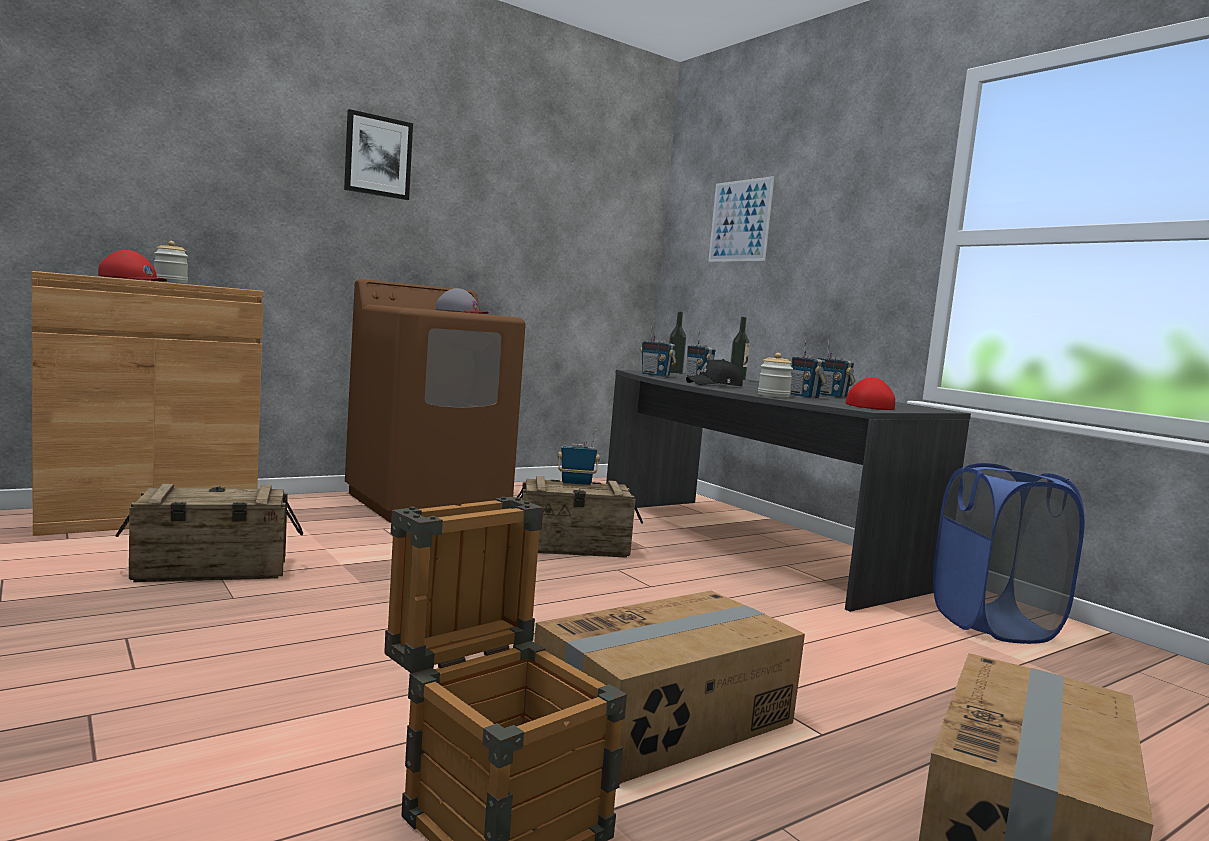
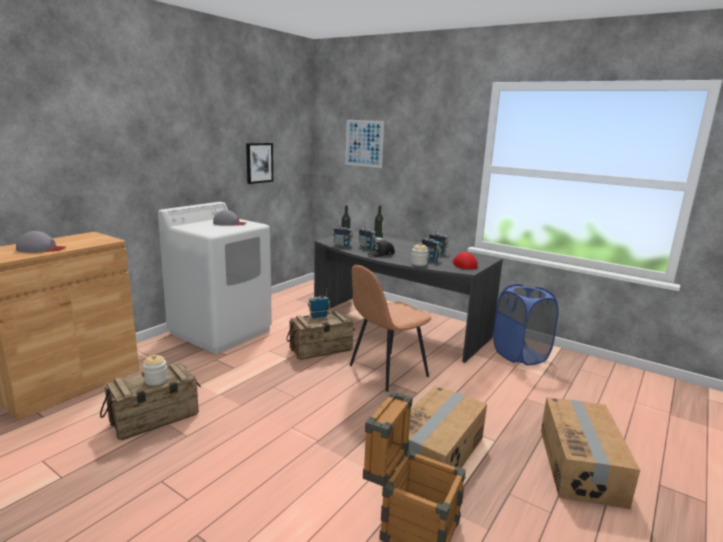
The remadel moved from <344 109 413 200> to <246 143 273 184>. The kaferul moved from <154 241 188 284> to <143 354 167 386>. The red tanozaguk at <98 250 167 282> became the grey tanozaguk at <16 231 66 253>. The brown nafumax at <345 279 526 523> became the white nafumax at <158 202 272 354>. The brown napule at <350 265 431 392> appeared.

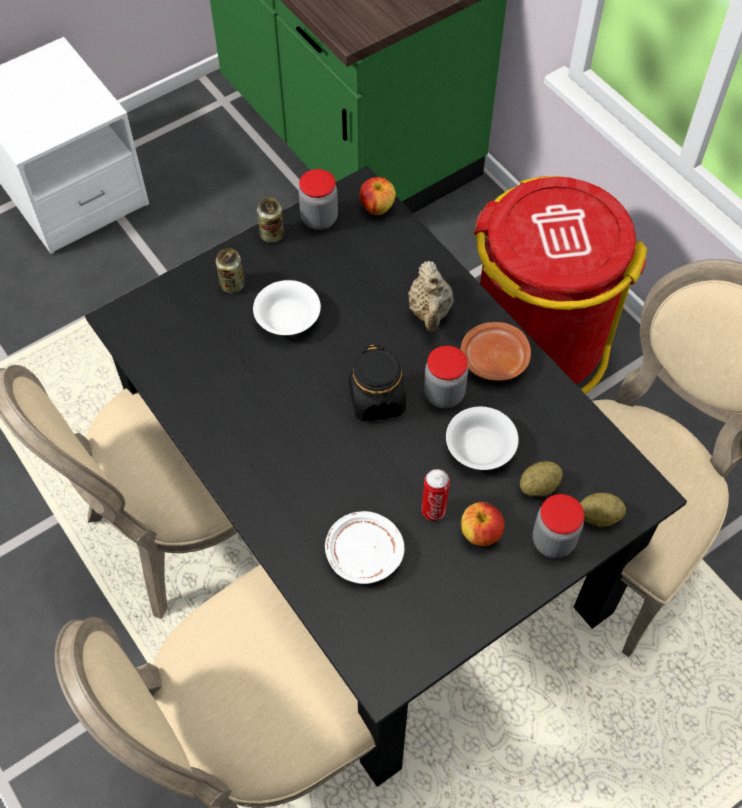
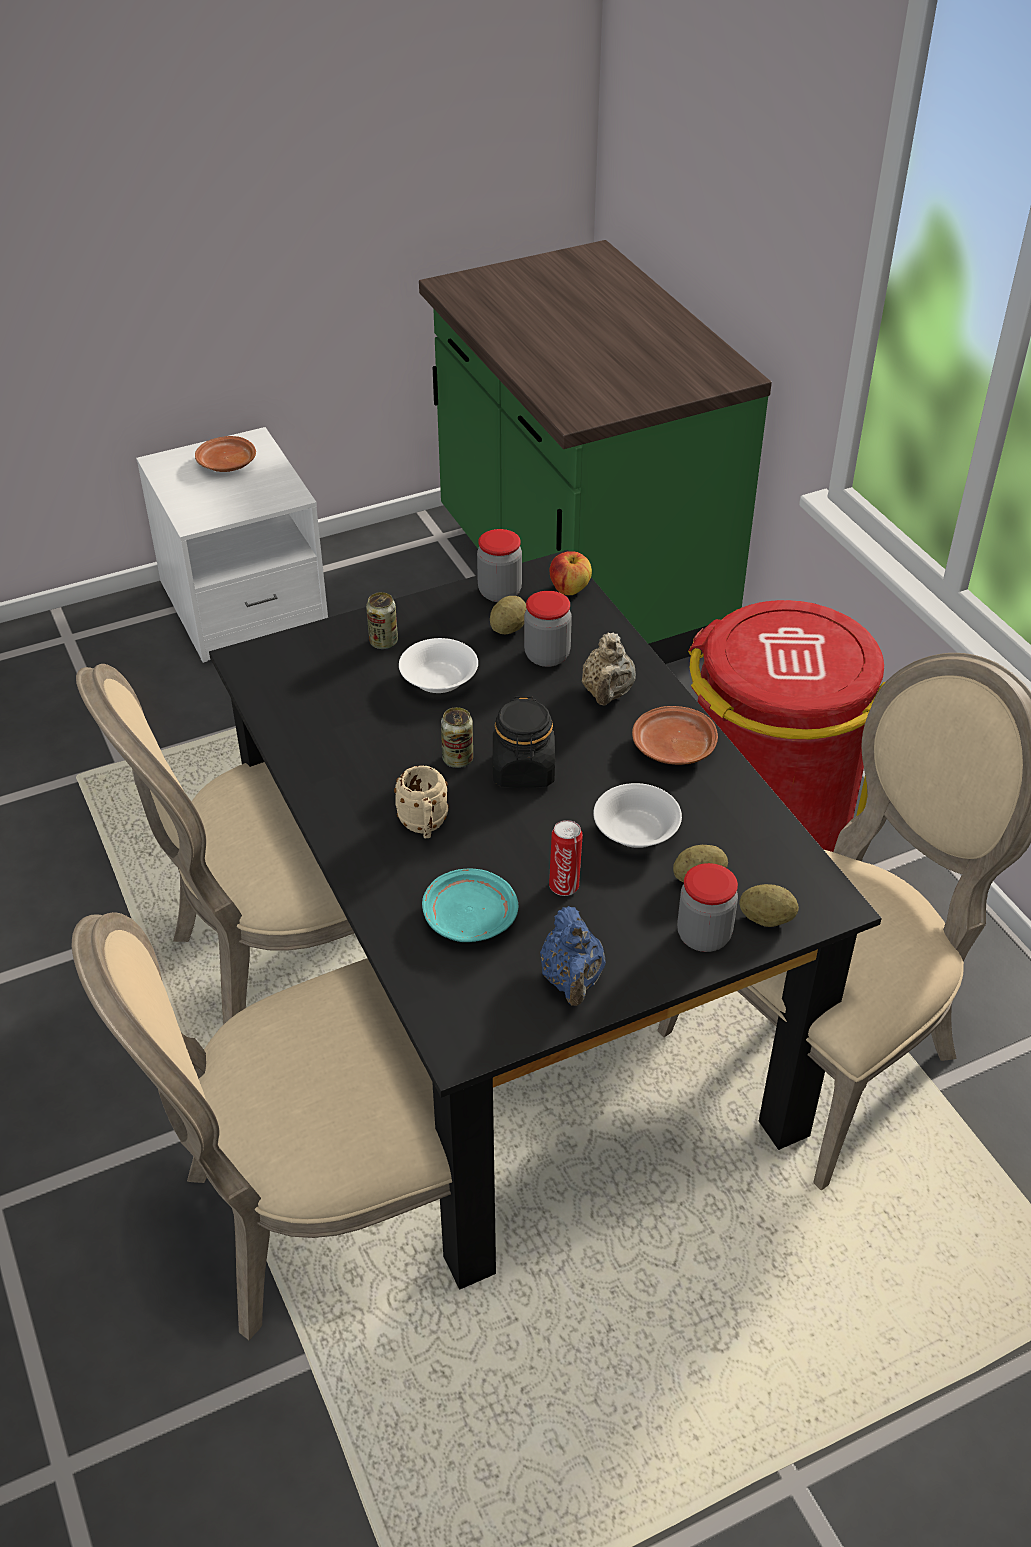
The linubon moved from <257 198 284 243> to <441 707 473 768>. The kaferul moved from <424 346 468 408> to <524 591 572 667>. The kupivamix at <461 502 504 546> disappeared. The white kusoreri at <325 511 404 584> became the turquoise kusoreri at <422 868 518 942>. The brown kusoreri at <195 436 256 472> appeared. The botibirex at <490 596 527 634> appeared. The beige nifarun at <394 765 449 838> appeared. The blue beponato at <540 906 606 1006> appeared.

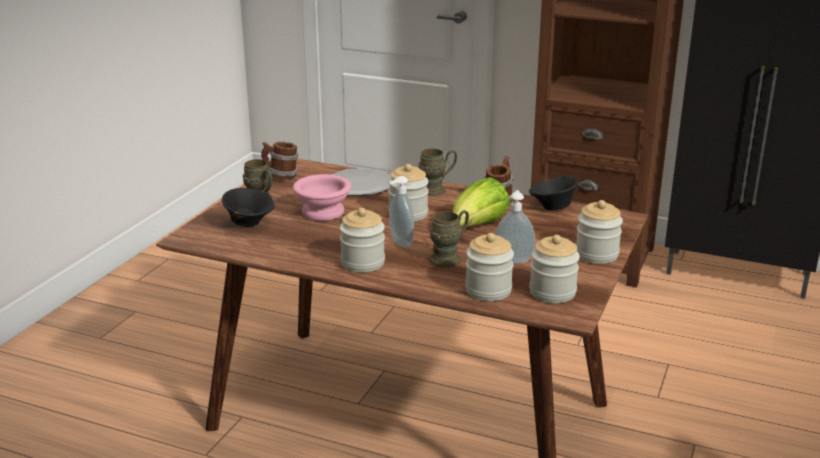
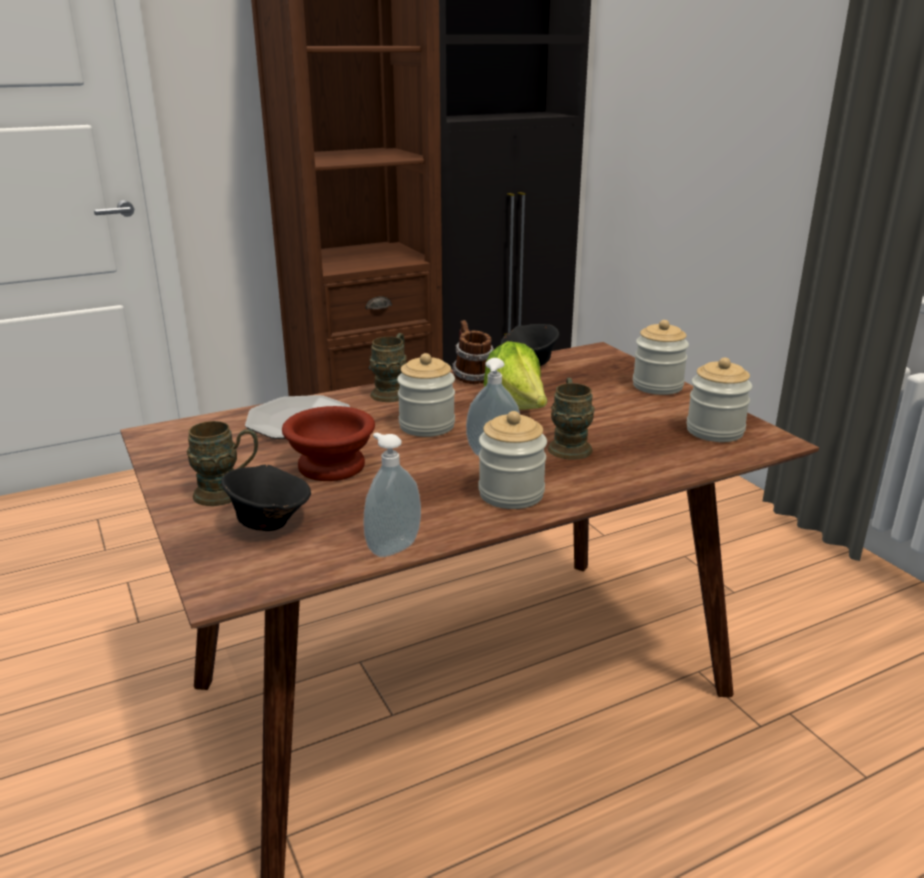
The nifarun at <261 142 298 179> disappeared. The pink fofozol at <293 174 351 221> became the brown fofozol at <282 406 375 481>. The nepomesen moved from <495 190 535 264> to <363 432 421 557>. The kaferul at <465 233 514 301> disappeared.

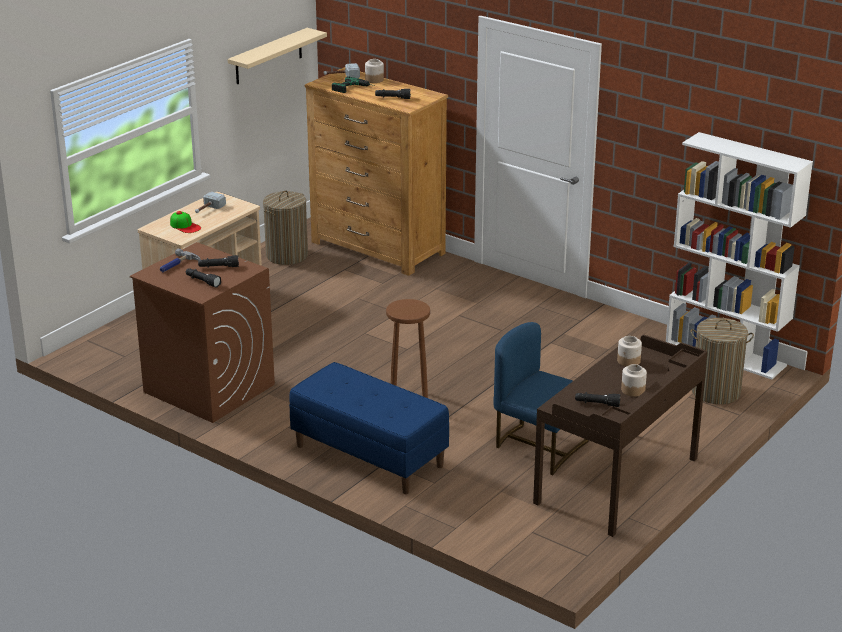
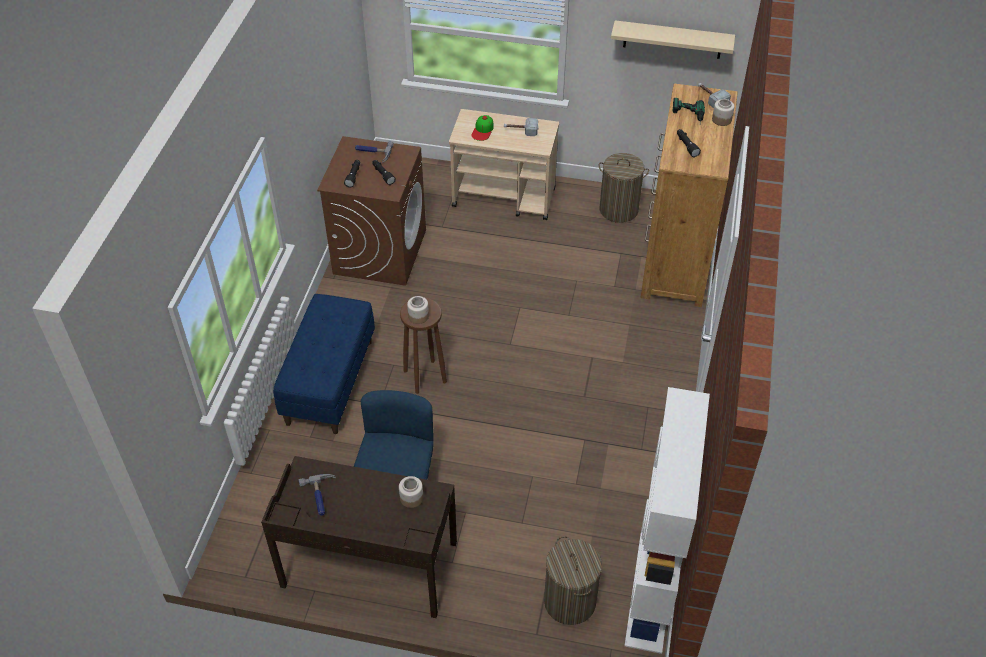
The kaferul moved from <621 364 647 397> to <407 296 429 324>. The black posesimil at <575 392 621 407> was replaced by the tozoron at <299 474 335 516>.

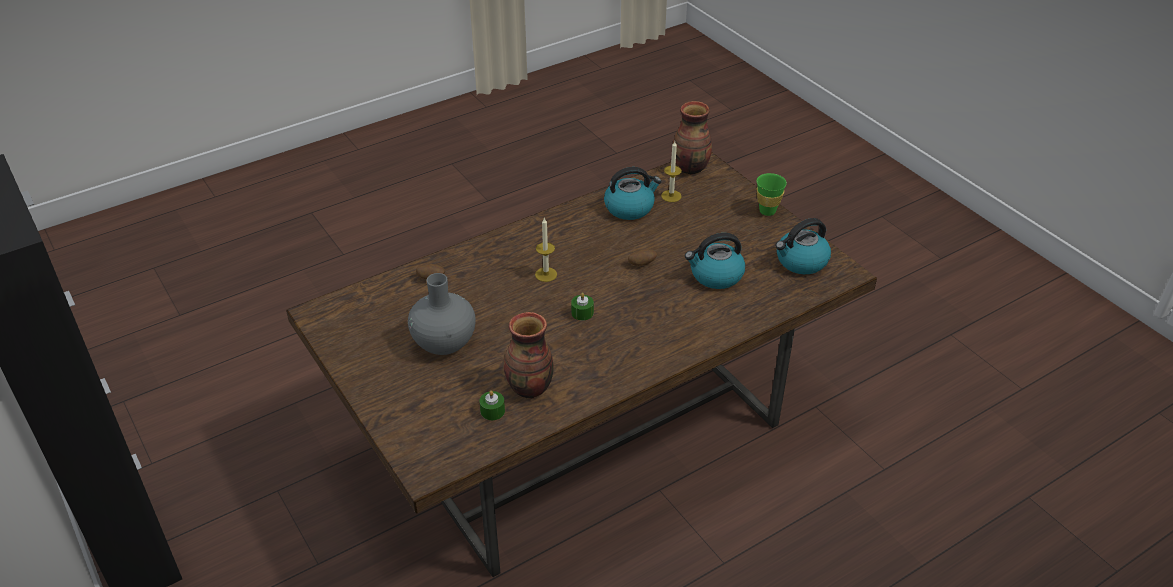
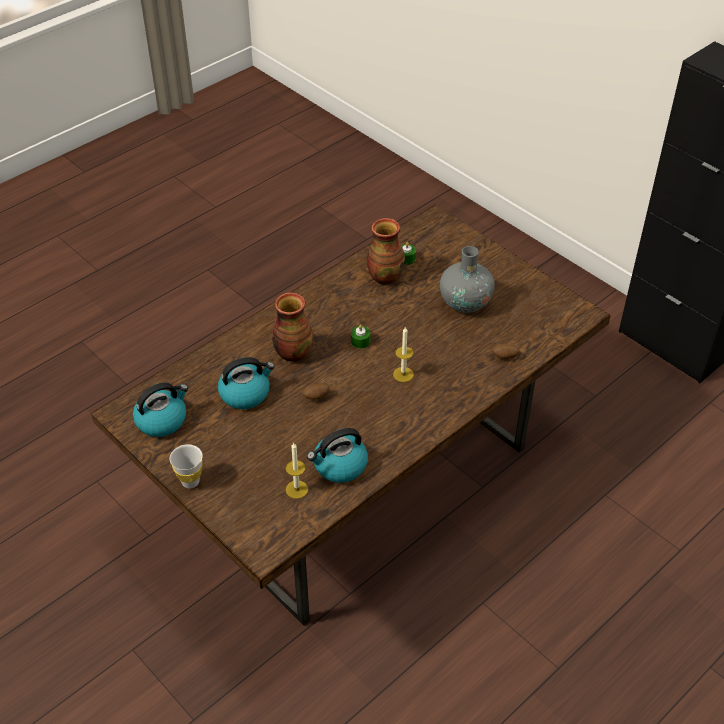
The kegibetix moved from <673 101 712 174> to <272 293 313 362>. The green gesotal at <757 173 787 216> became the white gesotal at <170 444 203 489>.

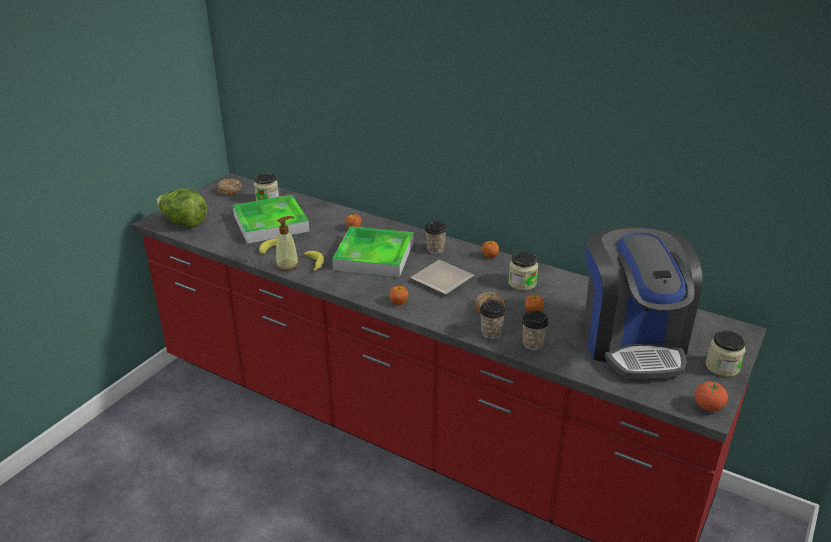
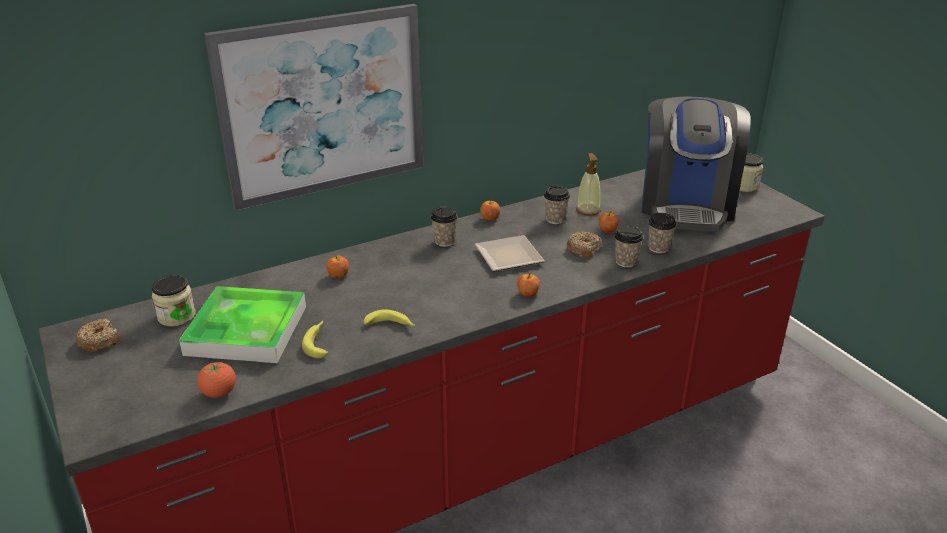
The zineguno at <156 188 207 227> disappeared. The nepomesen moved from <276 216 299 271> to <576 153 601 216>. The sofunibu at <332 226 413 277> disappeared. The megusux at <584 227 702 379> turned 75 degrees clockwise. The kaferul at <508 252 538 291> was replaced by the gesotal at <544 186 570 224>. The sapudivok moved from <695 381 728 412> to <197 362 236 398>. The remadel at <204 4 423 210> appeared.

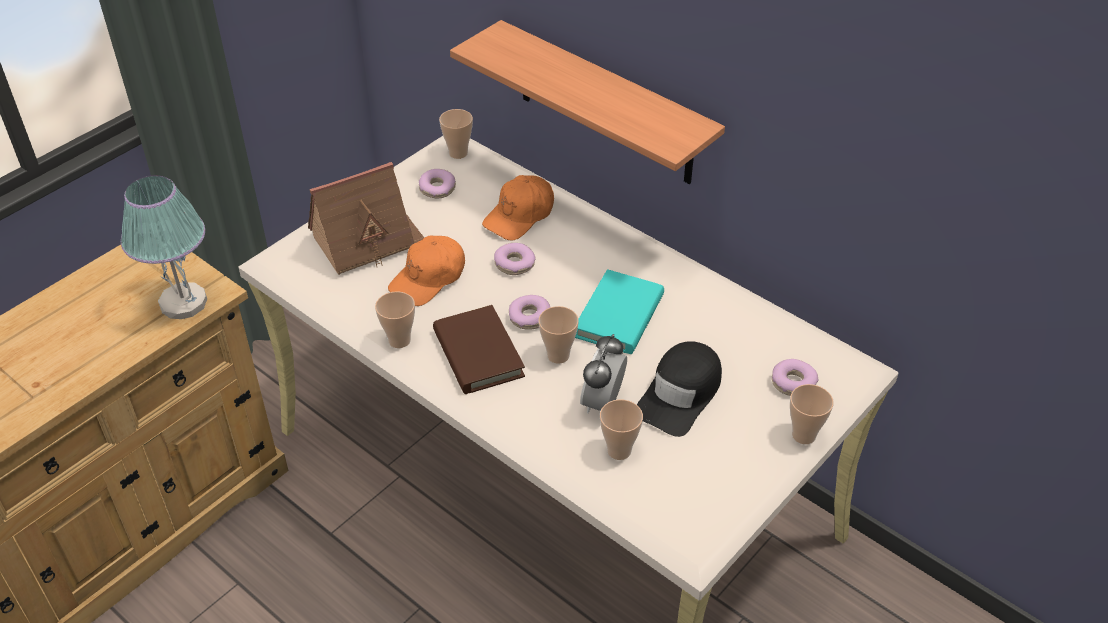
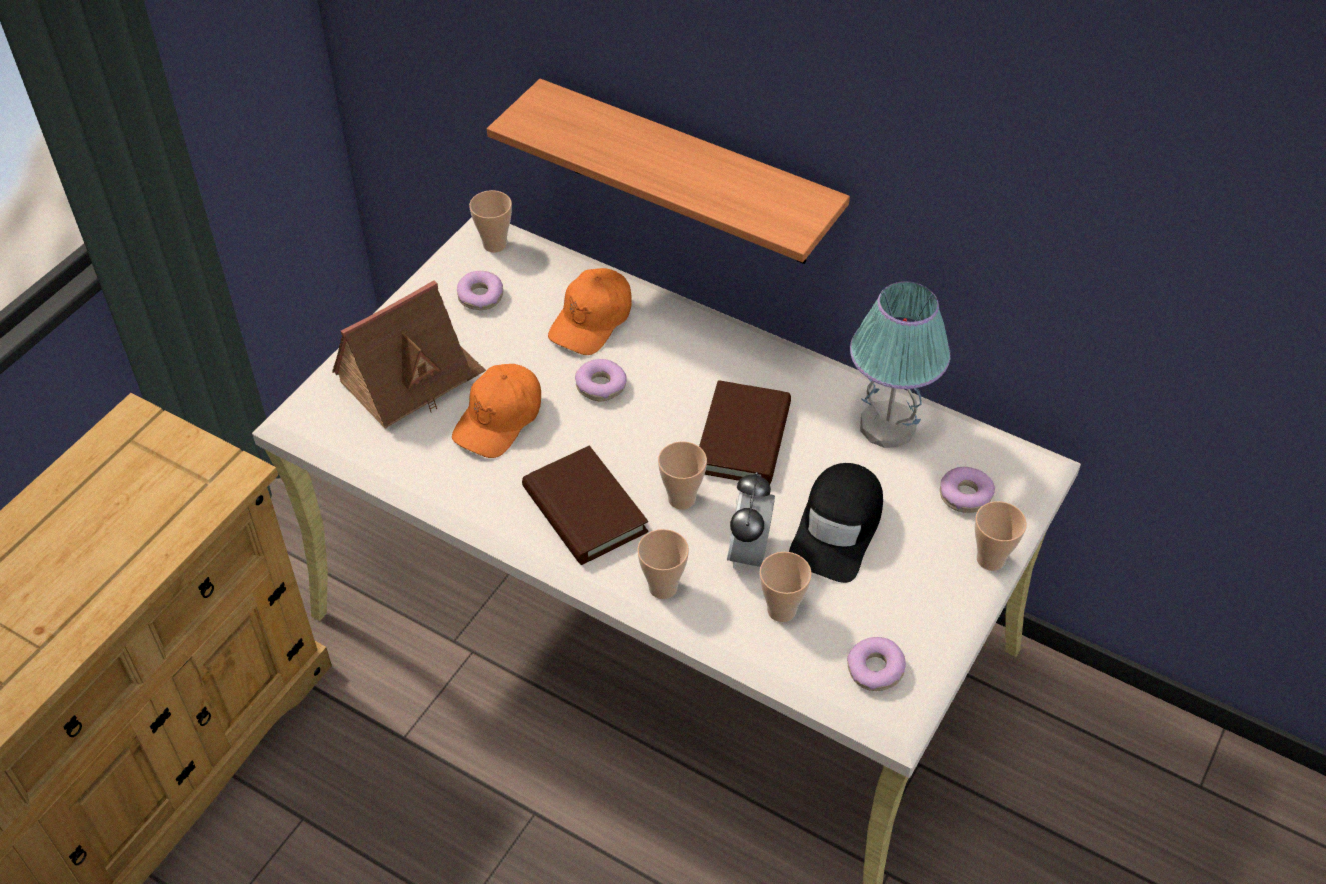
The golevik moved from <121 175 207 319> to <850 281 951 448>. The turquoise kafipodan at <575 269 664 354> became the brown kafipodan at <699 380 791 484>. The gesotal moved from <375 291 415 348> to <637 529 689 599>. The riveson moved from <509 295 550 330> to <847 637 906 691>.

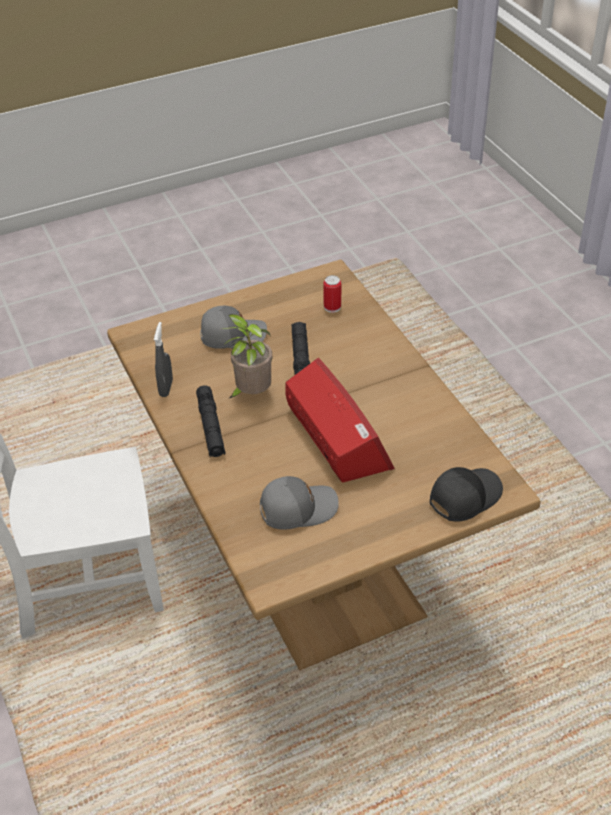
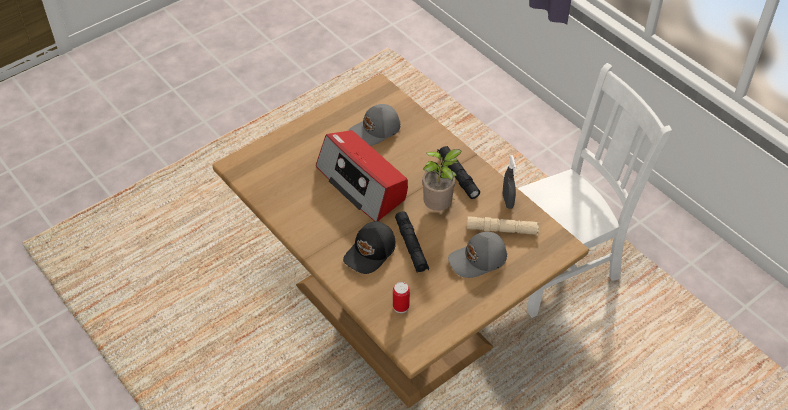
The black tanozaguk moved from <430 467 503 522> to <343 221 396 274>. The beige posesimil at <467 216 540 235> appeared.

